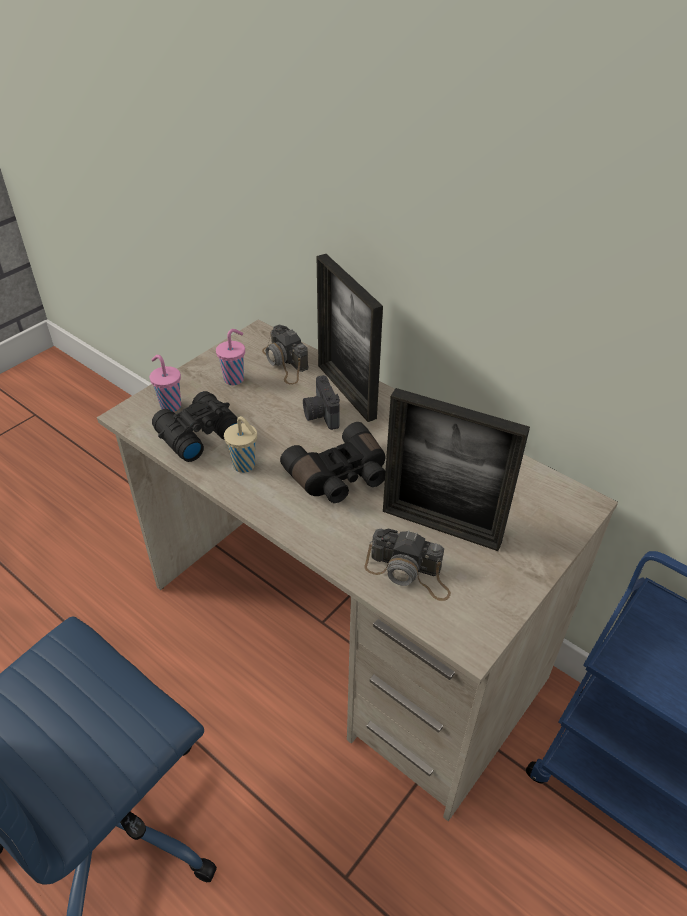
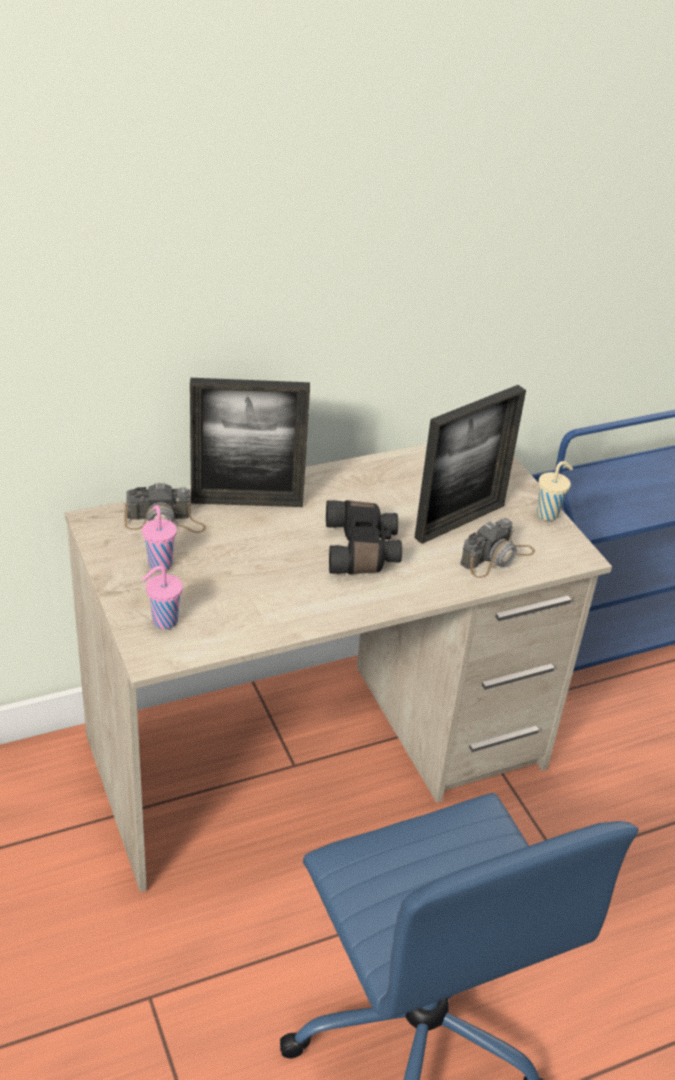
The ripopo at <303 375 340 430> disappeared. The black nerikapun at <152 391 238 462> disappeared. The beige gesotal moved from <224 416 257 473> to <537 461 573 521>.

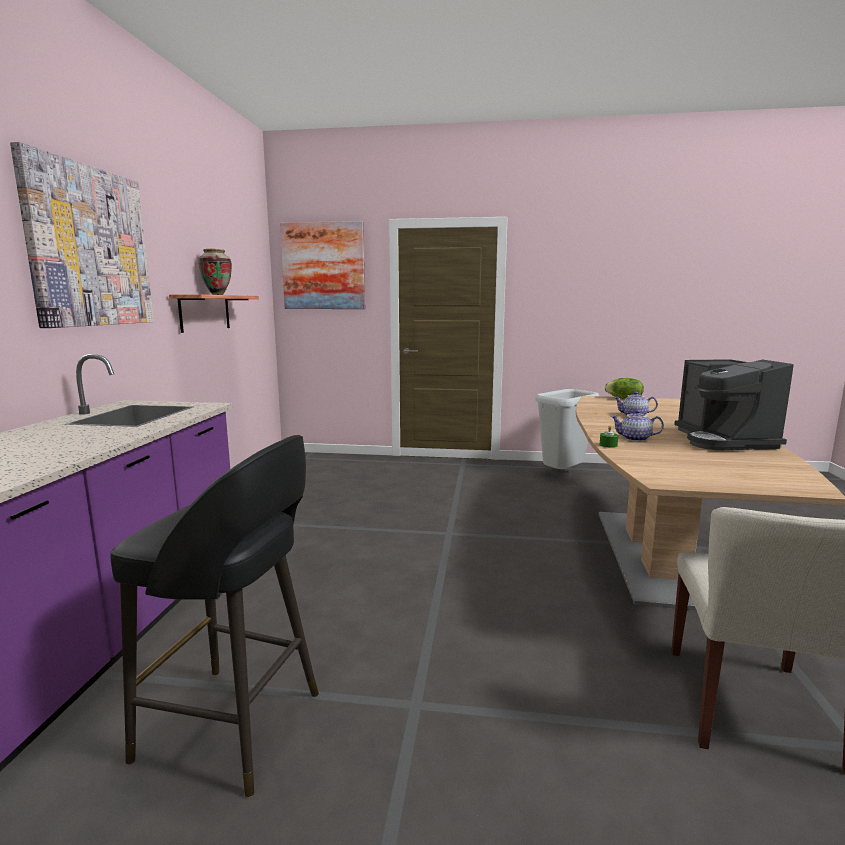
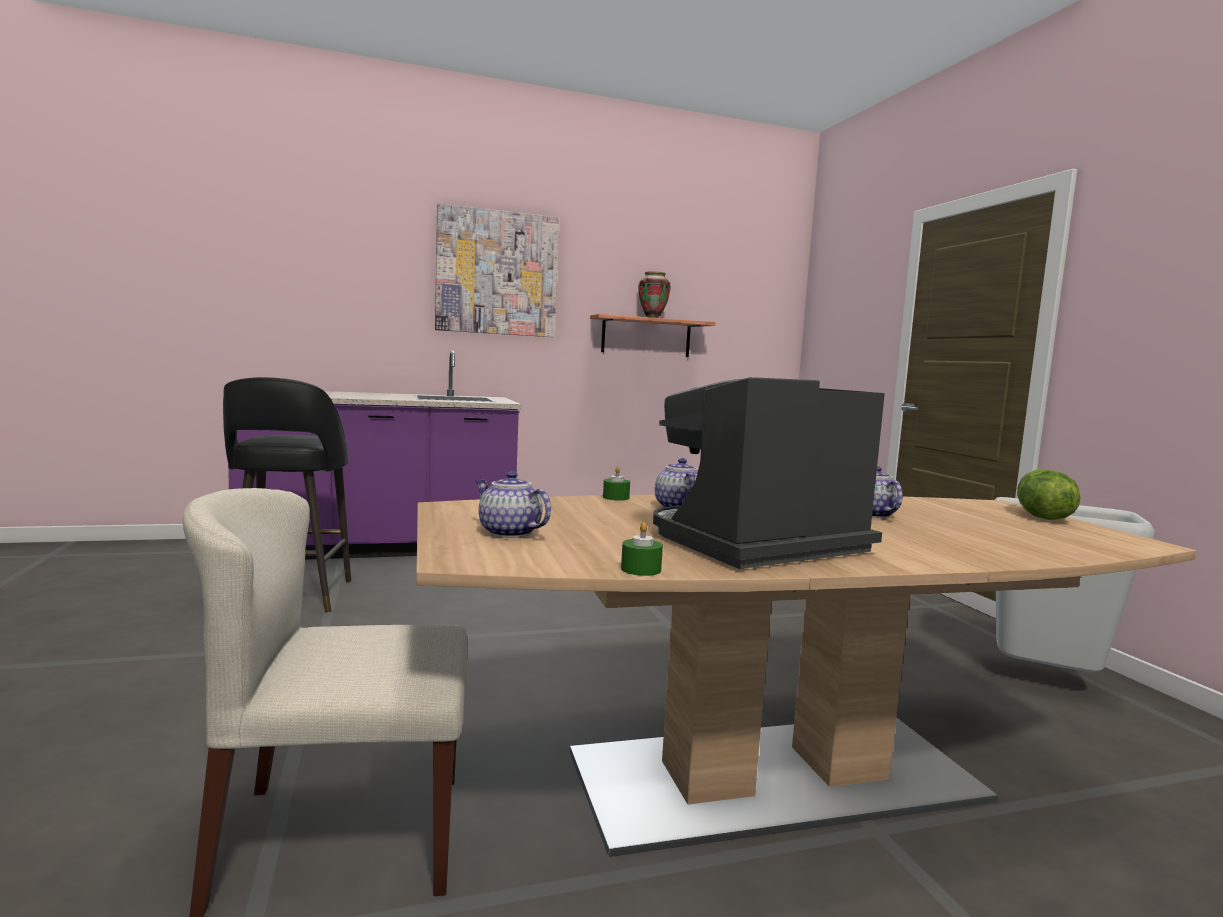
The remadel at <280 221 365 309> disappeared. The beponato at <475 471 551 538> appeared. The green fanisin at <621 522 663 576> appeared.

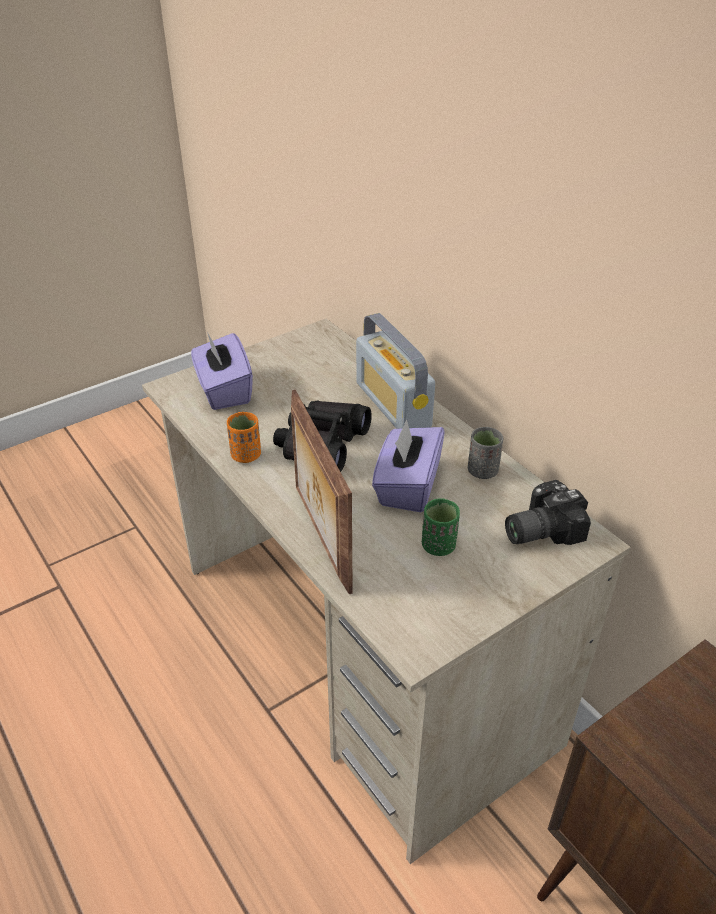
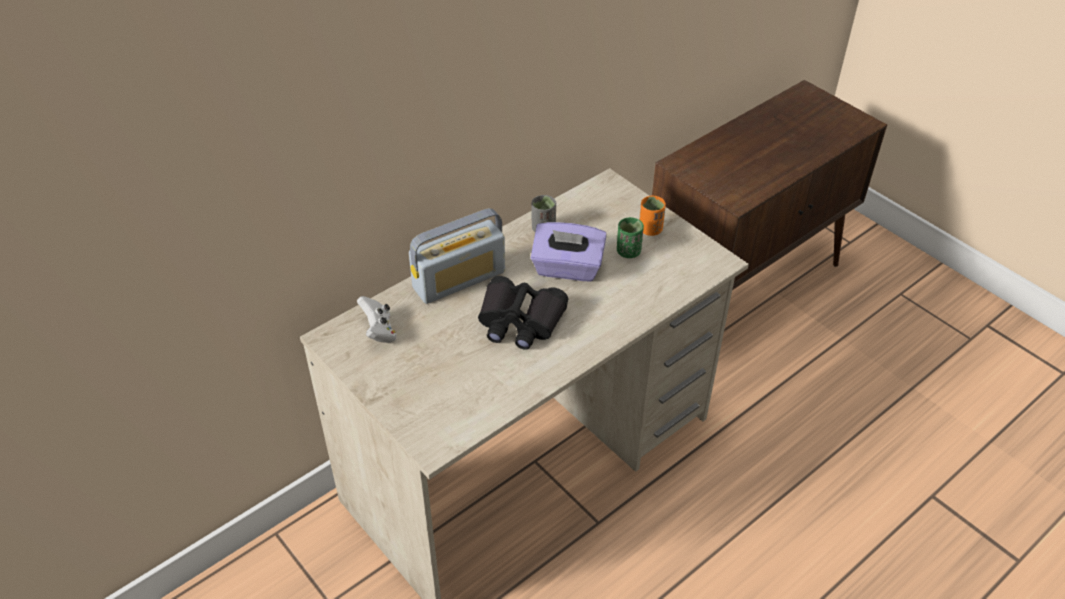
The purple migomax at <191 332 253 410> disappeared. The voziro at <291 390 353 594> disappeared. The orange gesotal moved from <226 412 261 463> to <640 196 666 236>. The ripopo at <505 480 591 545> disappeared. The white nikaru at <357 296 397 343> appeared.

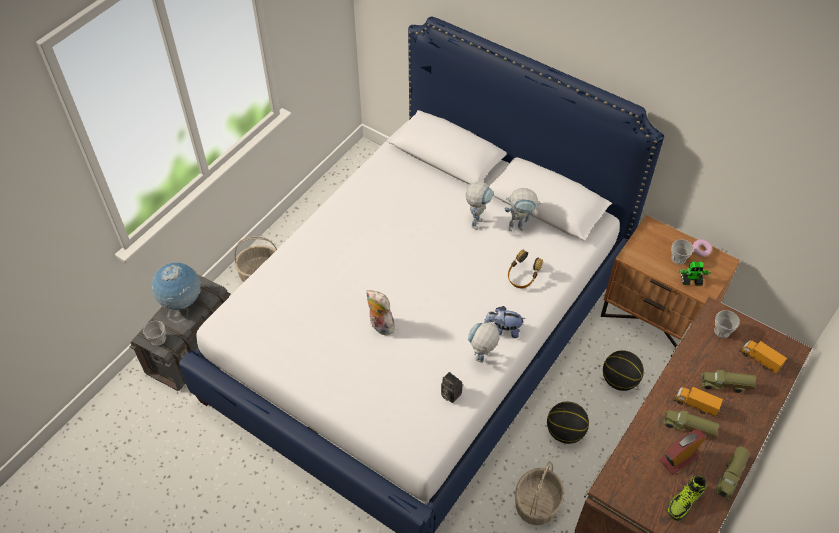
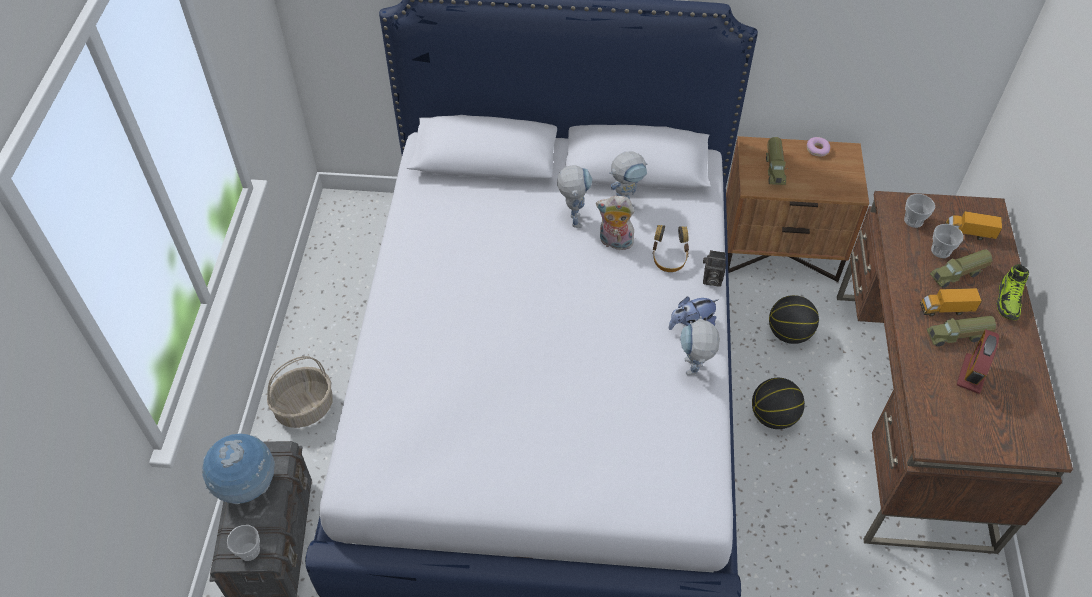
The gesotal moved from <671 239 694 265> to <931 224 964 258>. The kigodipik at <678 262 711 286> disappeared. The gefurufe moved from <366 290 395 336> to <596 196 636 250>. The ripopo moved from <441 372 462 403> to <703 250 726 287>. The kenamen moved from <714 447 750 500> to <766 137 788 185>. The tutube at <515 461 565 525> disappeared. The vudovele moved from <667 476 707 521> to <997 264 1029 320>.

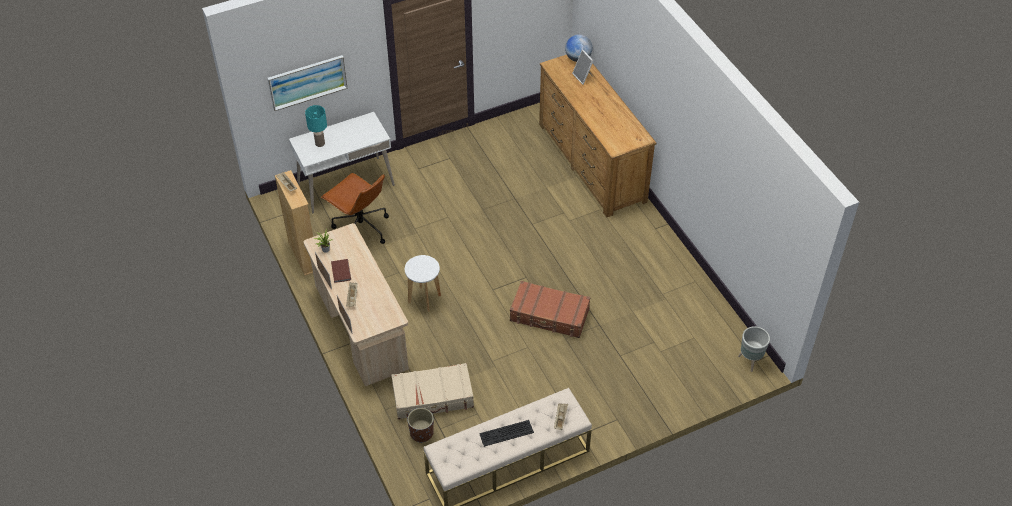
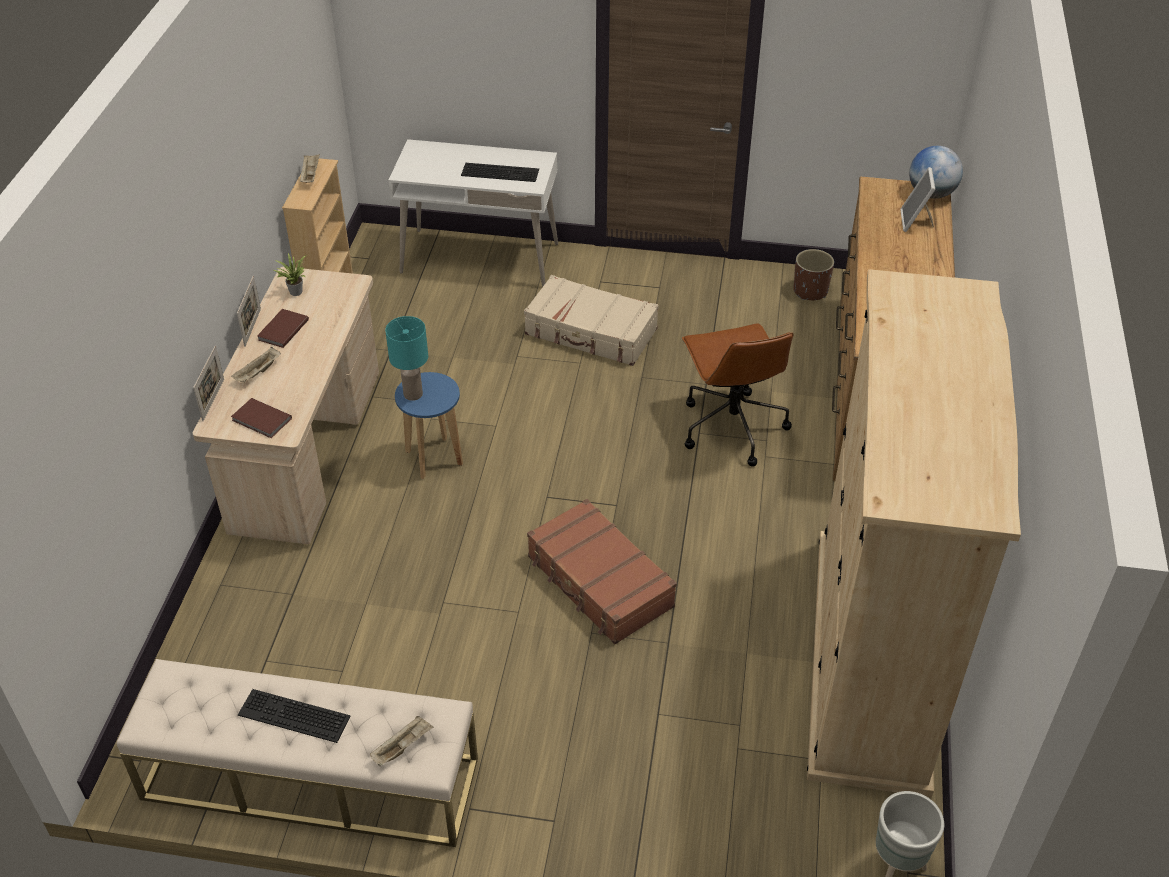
The remadel at <267 55 348 111> disappeared. The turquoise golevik moved from <305 105 327 147> to <385 316 428 401>. The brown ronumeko moved from <321 173 389 244> to <682 324 794 467>. The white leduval at <405 255 441 312> became the blue leduval at <395 372 463 479>. The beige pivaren moved from <391 363 474 419> to <524 275 659 366>. The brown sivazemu moved from <407 408 434 443> to <794 249 834 300>. The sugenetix at <461 163 539 182> appeared. The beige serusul at <807 269 1021 797> appeared. The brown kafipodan at <231 398 292 438> appeared.

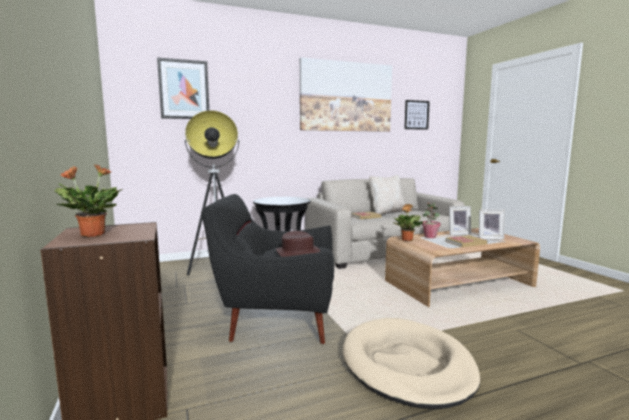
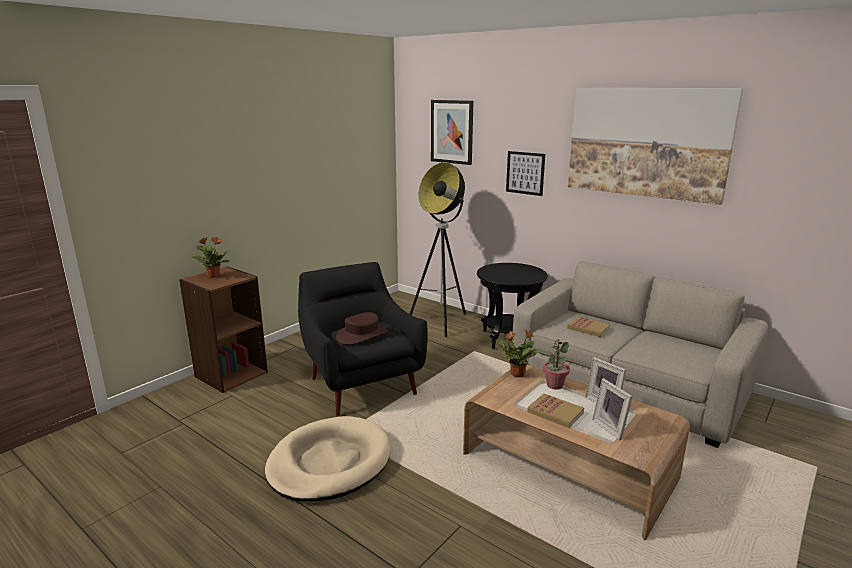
The remadel moved from <404 100 430 130> to <506 151 545 196>. The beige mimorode at <369 175 405 215> disappeared.

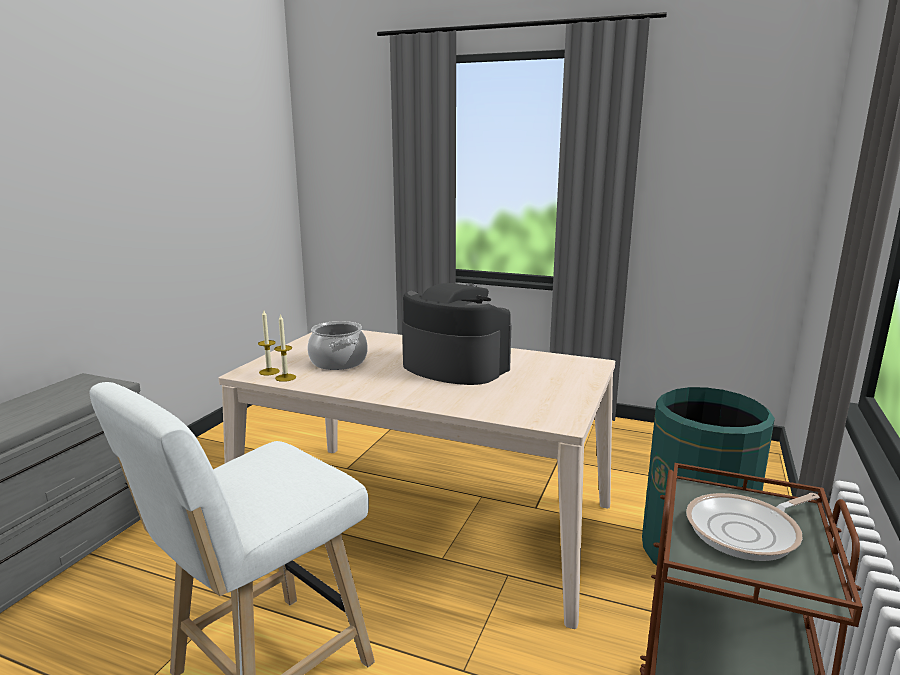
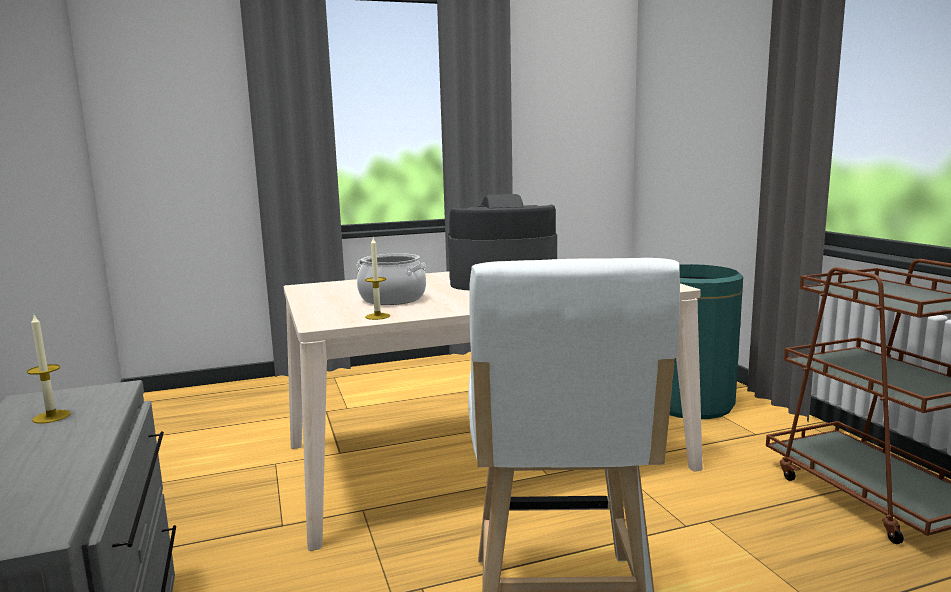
The fanisin moved from <258 310 280 376> to <27 315 71 423>. The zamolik at <686 493 819 561> disappeared.

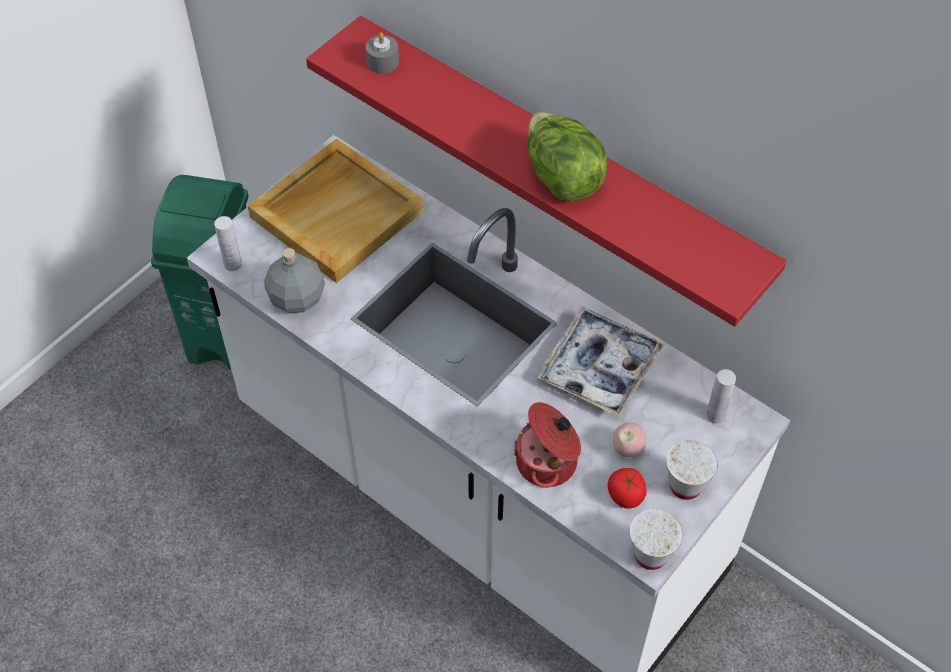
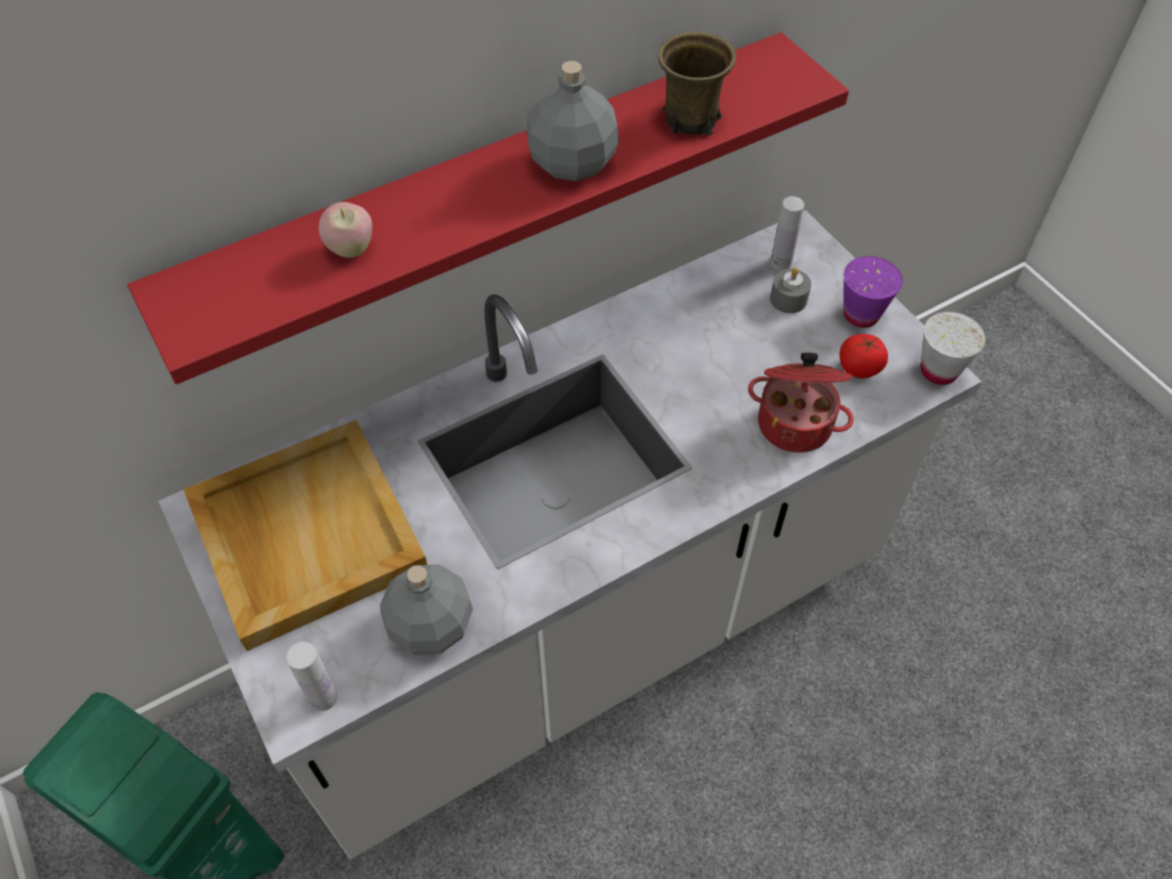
The grey fanisin moved from <366 32 399 74> to <770 268 811 313>. The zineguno at <527 112 607 202> was replaced by the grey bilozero at <526 61 619 181>. The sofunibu at <537 307 664 417> disappeared. The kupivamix moved from <613 423 647 457> to <319 202 372 258>. The white gesotal at <666 440 718 500> became the purple gesotal at <843 256 903 328>. The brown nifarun at <658 32 736 135> appeared.

